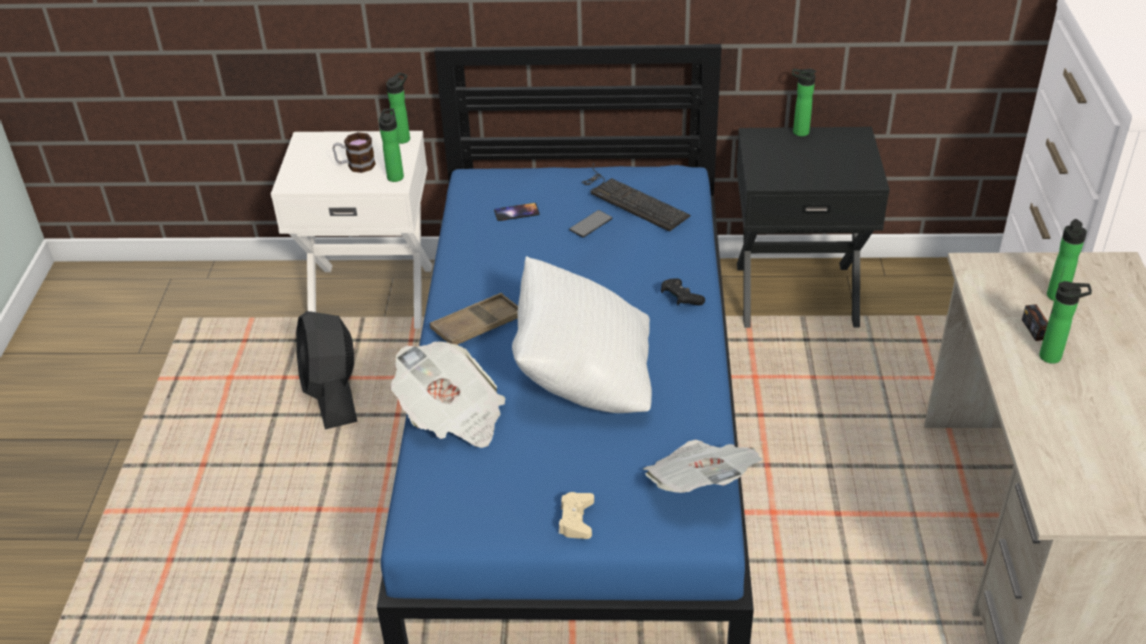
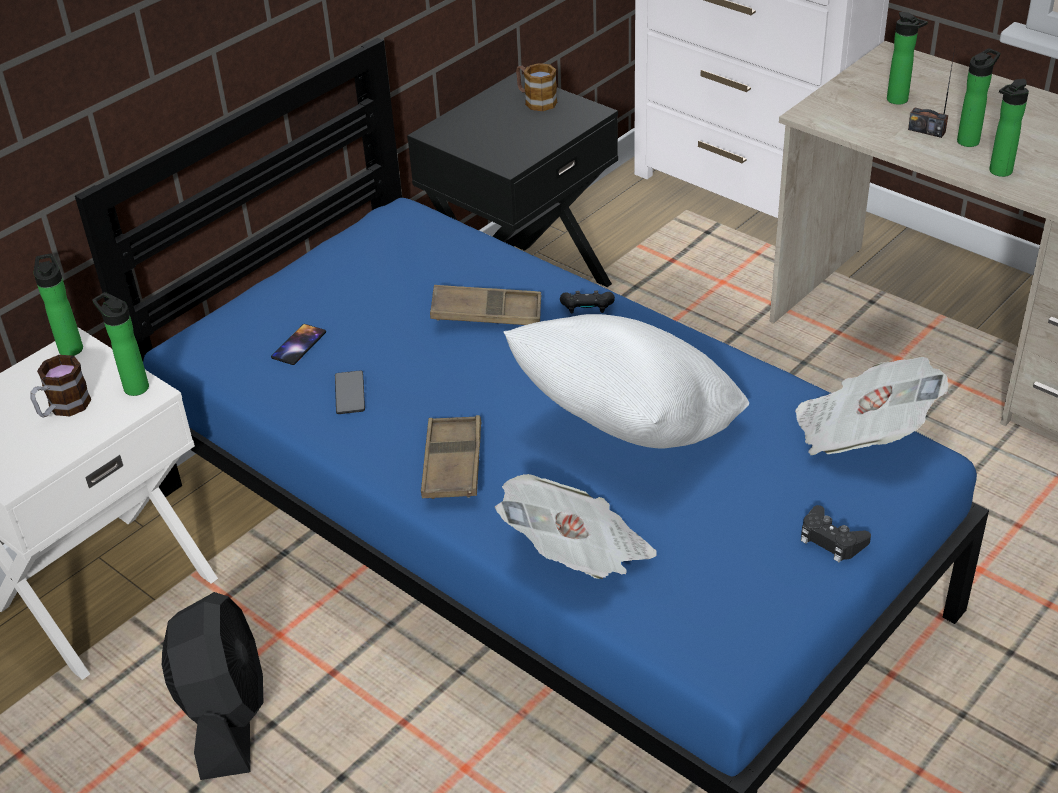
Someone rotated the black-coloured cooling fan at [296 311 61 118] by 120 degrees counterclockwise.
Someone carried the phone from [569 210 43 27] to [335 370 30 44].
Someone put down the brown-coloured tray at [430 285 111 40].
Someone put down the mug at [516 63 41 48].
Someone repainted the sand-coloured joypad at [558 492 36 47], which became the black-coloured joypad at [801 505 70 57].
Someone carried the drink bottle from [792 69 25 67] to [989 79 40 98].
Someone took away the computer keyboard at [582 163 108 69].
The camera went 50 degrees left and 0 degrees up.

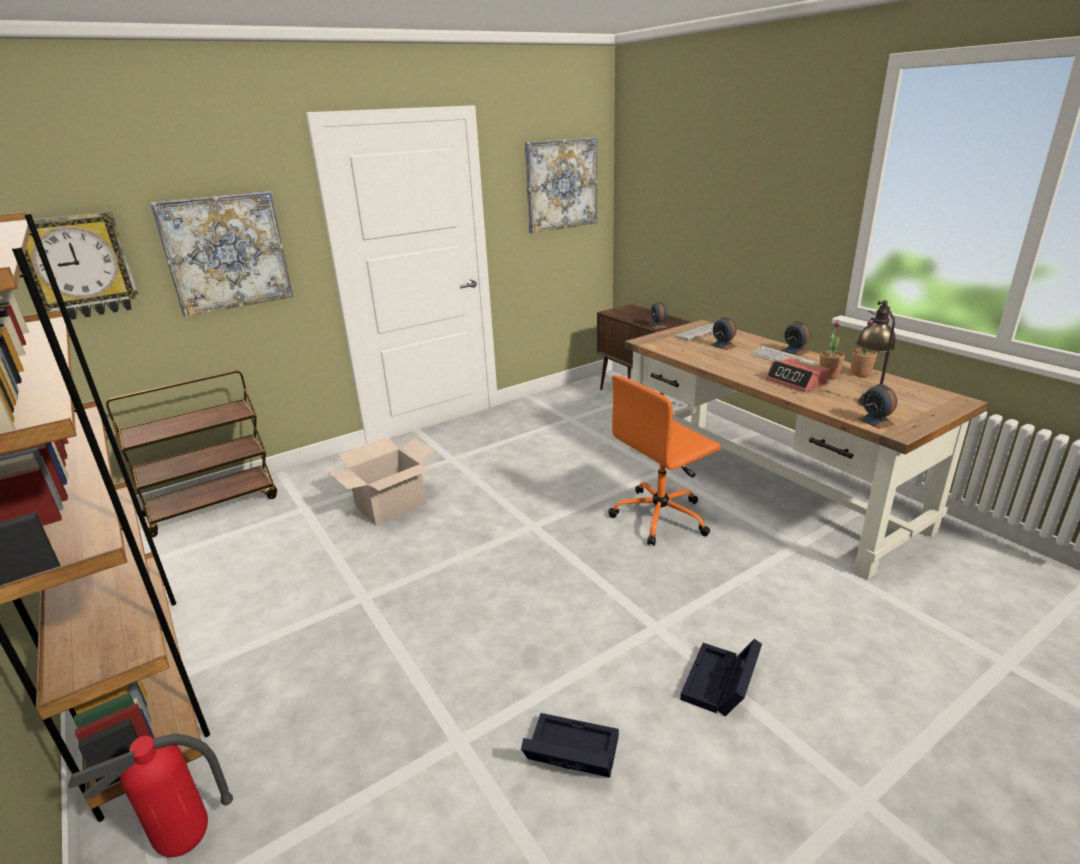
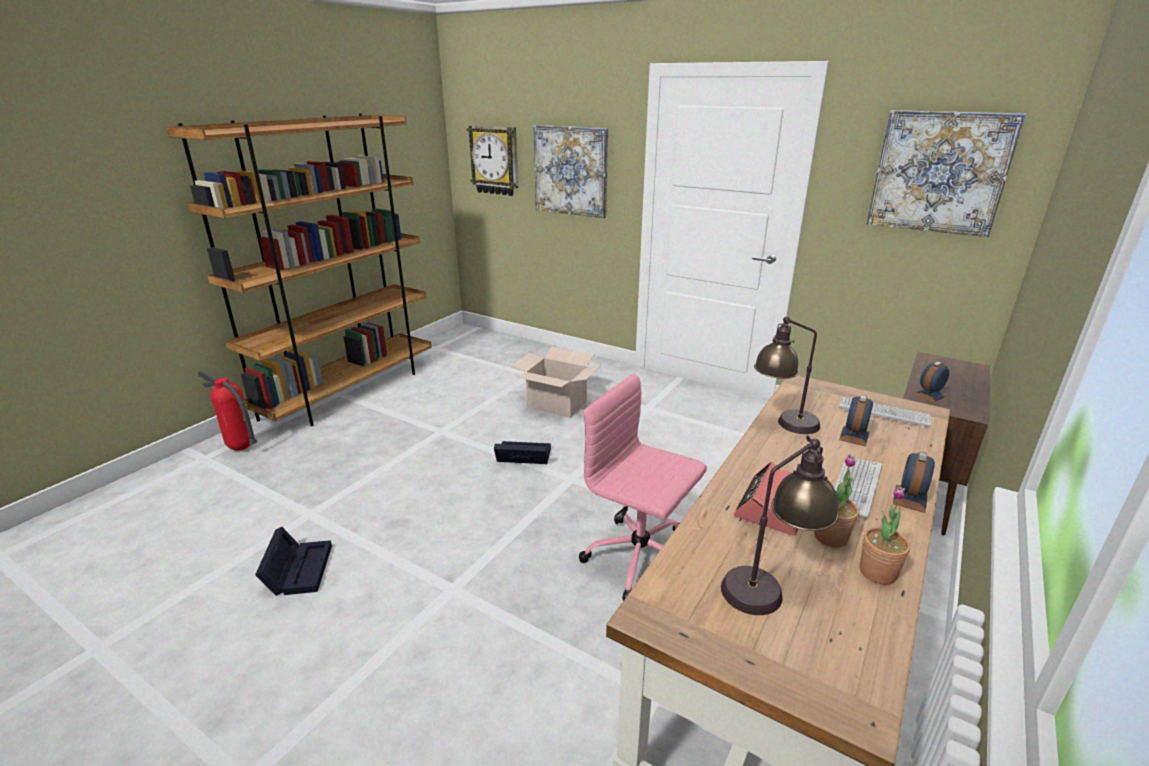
Someone carried the black-coloured storage box from [680 639 82 77] to [494 441 57 23].
Someone repainted the orangey desk chair at [608 375 113 171], which became the pink-coloured desk chair at [579 373 128 228].
Someone put down the table lamp at [754 316 66 118].
Someone took away the brown-coloured trolley at [106 370 171 168].
Someone took away the bedside clock at [857 384 40 45].
The camera went 65 degrees right and 0 degrees up.

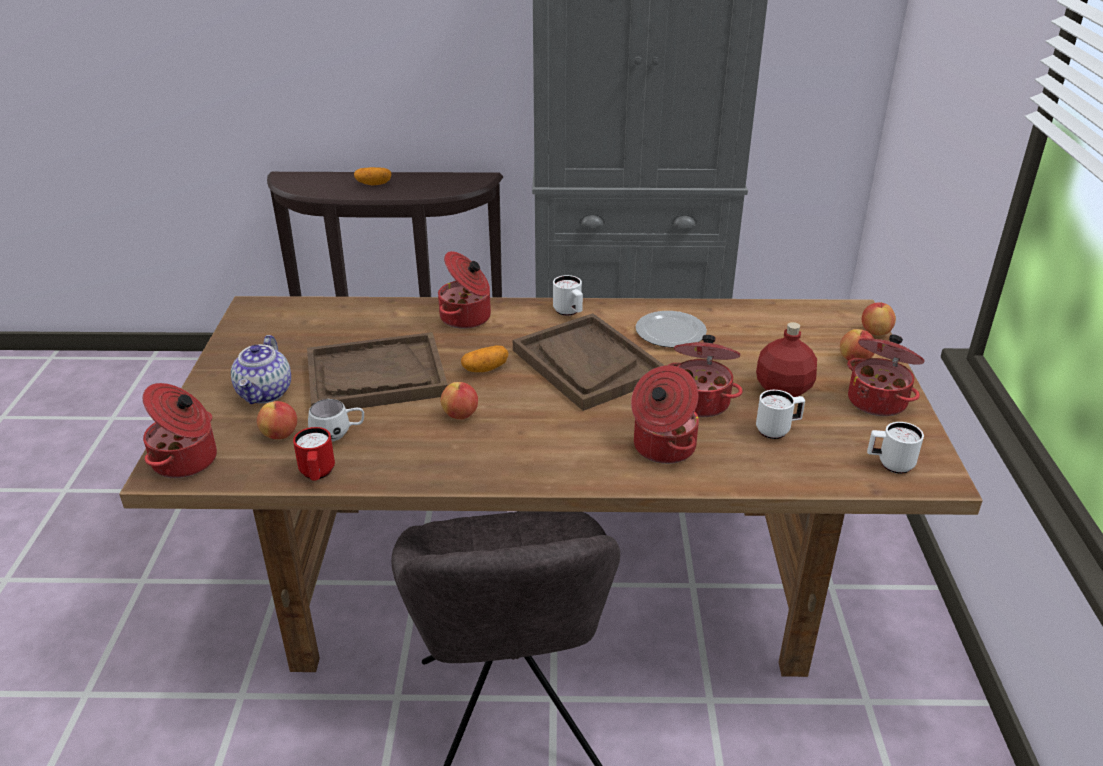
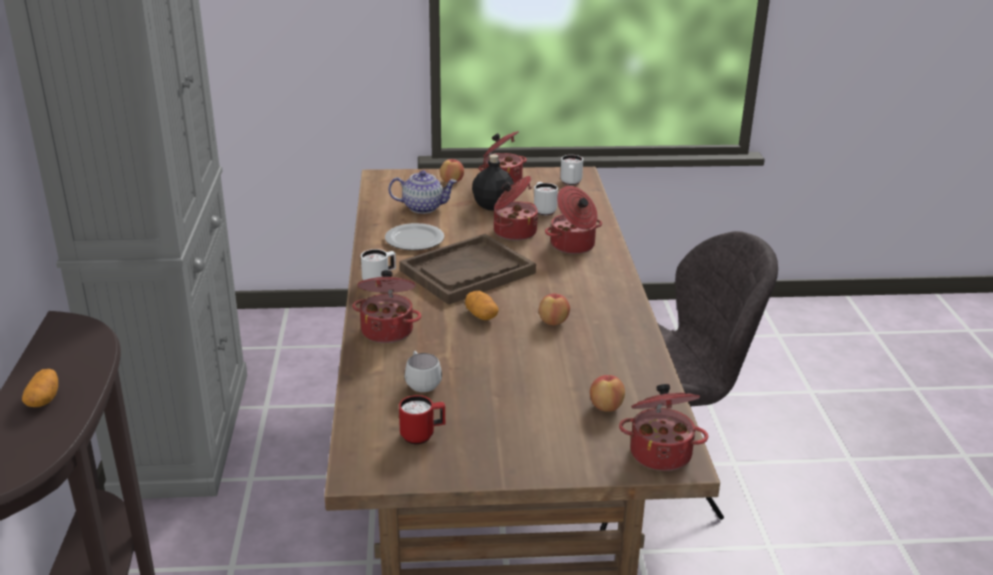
Someone carried the pot for tea from [231 335 60 69] to [388 170 69 44].
Someone carried the red mug from [293 427 42 53] to [399 395 46 49].
Someone carried the white-coloured mug from [308 399 56 43] to [405 351 37 41].
Someone repainted the red drink bottle at [756 322 61 75], which became the black-coloured drink bottle at [472 154 42 57].
Someone took away the brown-coloured tray at [307 332 141 77].
Someone took away the whole apple at [862 302 34 34].
The camera went 95 degrees left and 5 degrees down.

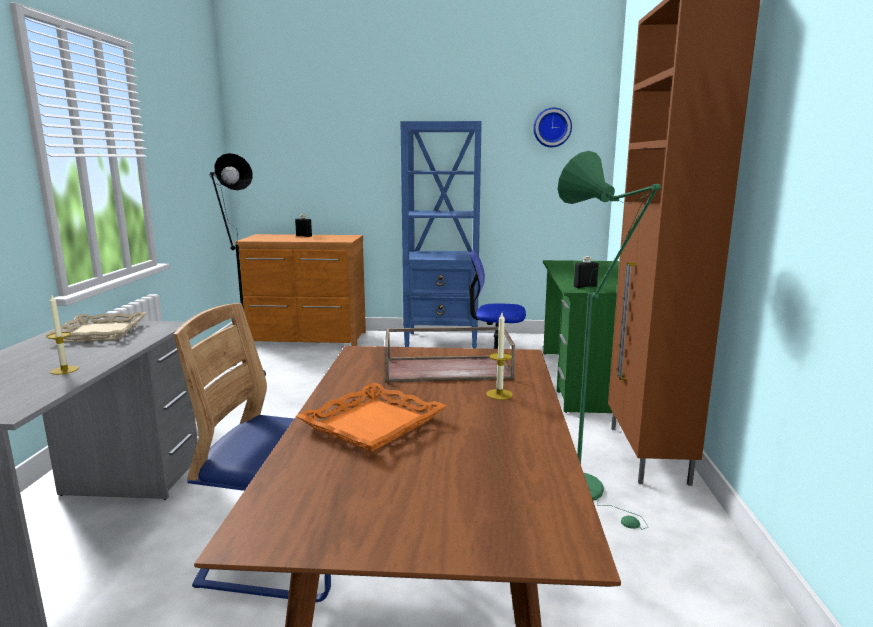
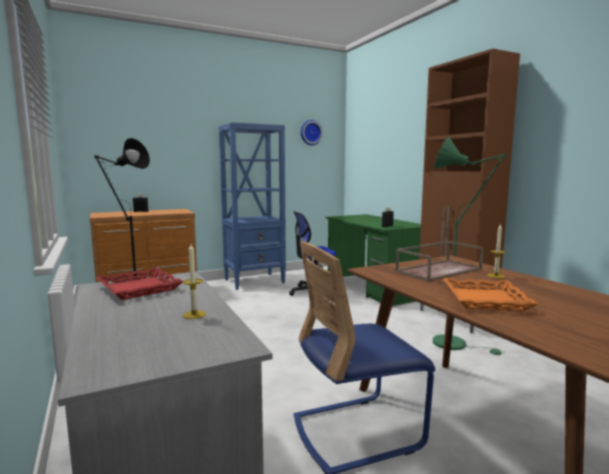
Someone repainted the sand-coloured tray at [45 312 101 30], which became the red tray at [96 267 87 33].
The camera went 30 degrees left and 5 degrees down.

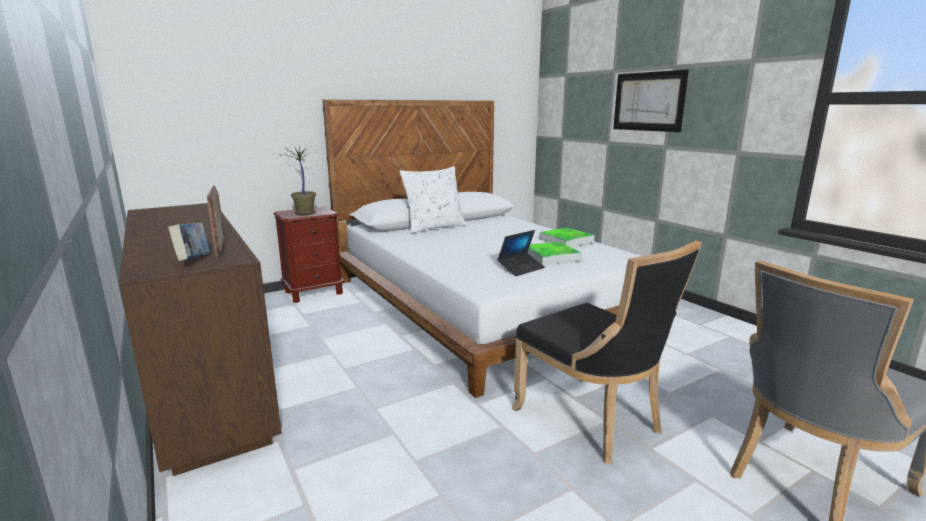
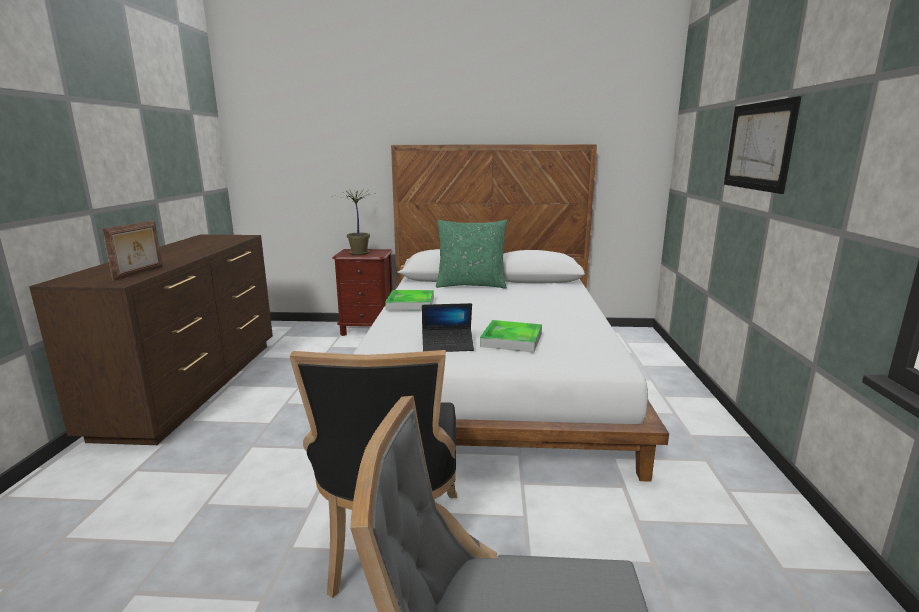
Someone carried the tray from [539 227 56 20] to [385 290 49 21].
Someone repainted the white-coloured pillow at [399 166 67 68], which became the greenish pillow at [436 220 71 69].
Someone took away the book at [168 223 42 38].
The camera went 35 degrees right and 0 degrees up.

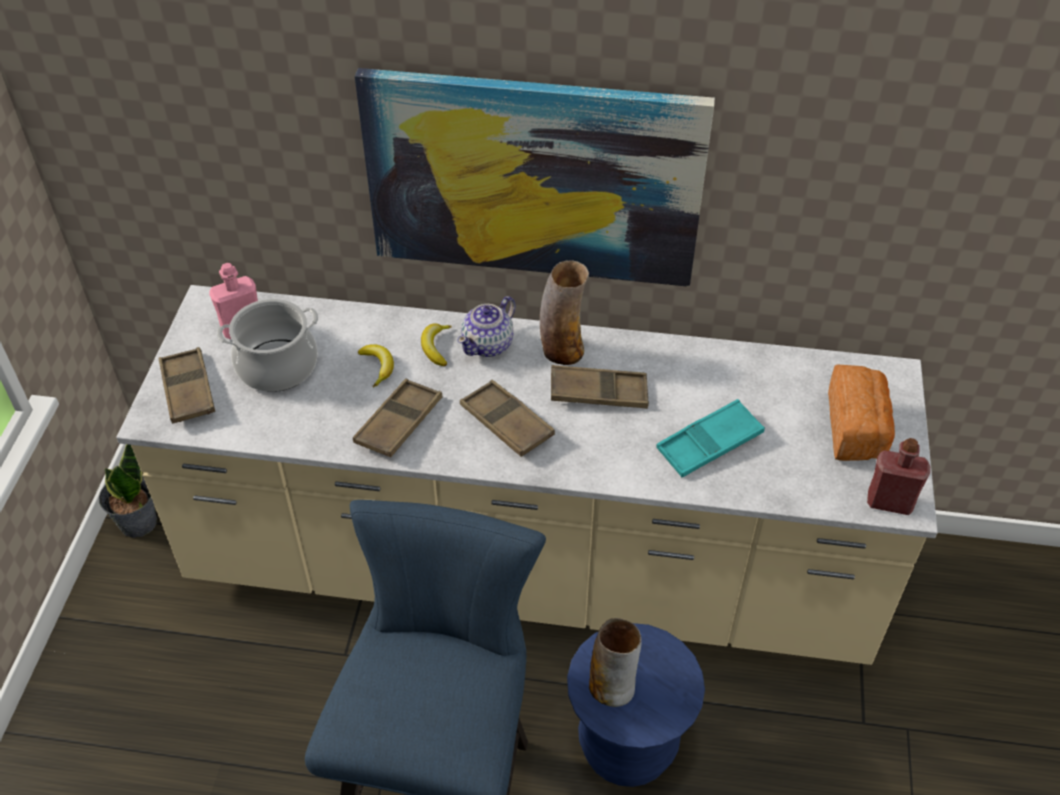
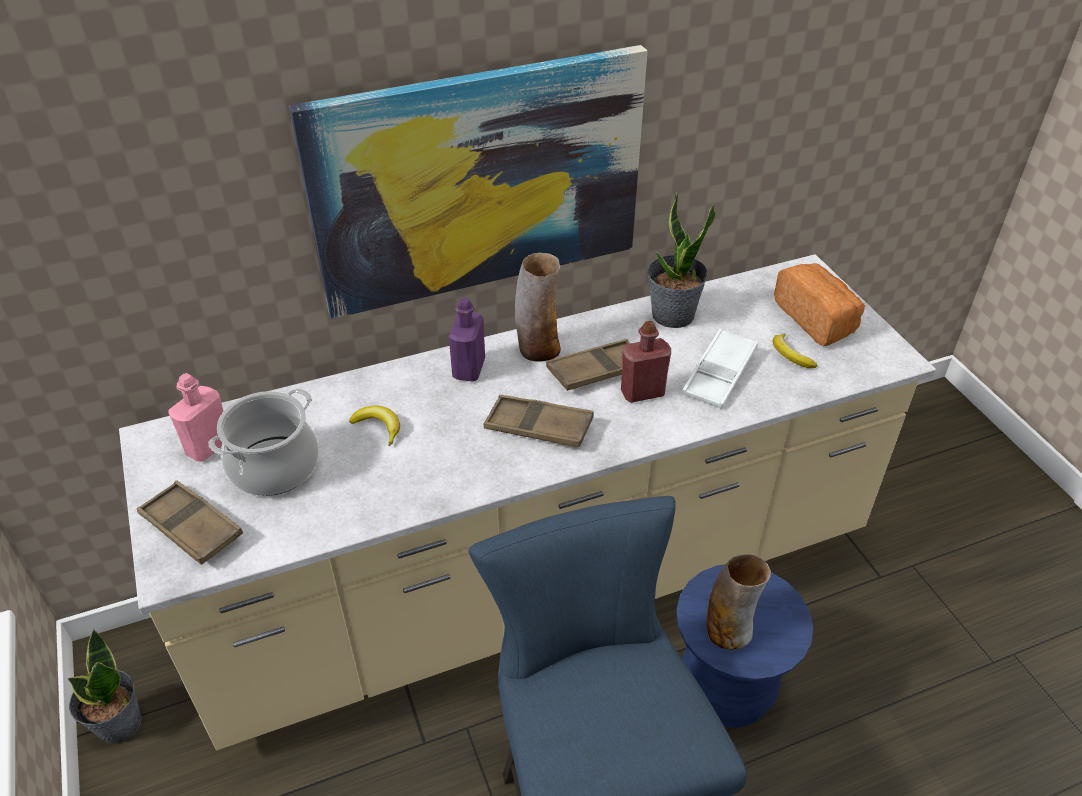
Someone swapped the pot for tea at [457 296 59 61] for the purple-coloured drink bottle at [449 298 36 83].
Someone carried the red drink bottle from [867 438 63 77] to [621 321 50 82].
Someone put down the potted plant at [647 192 69 136].
Someone repainted the turquoise tray at [656 399 109 78], which became the white-coloured tray at [682 328 76 81].
Someone carried the banana fruit from [421 323 31 43] to [773 334 44 34].
Someone took away the brown-coloured tray at [353 379 89 78].
The camera went 30 degrees left and 5 degrees down.

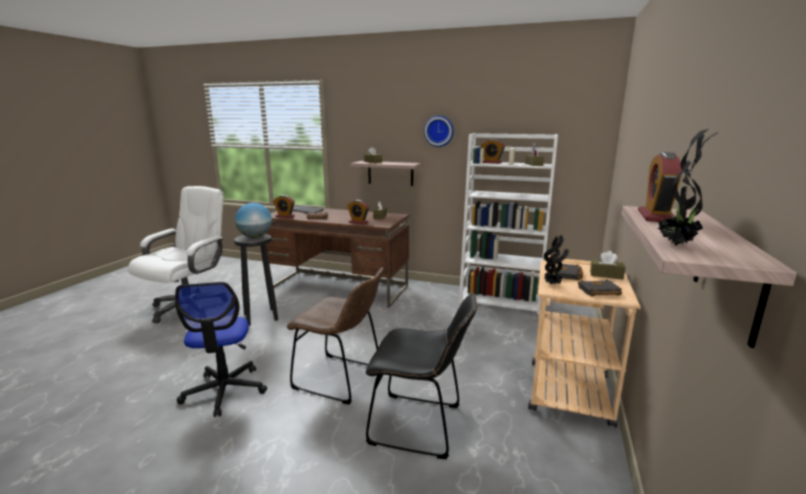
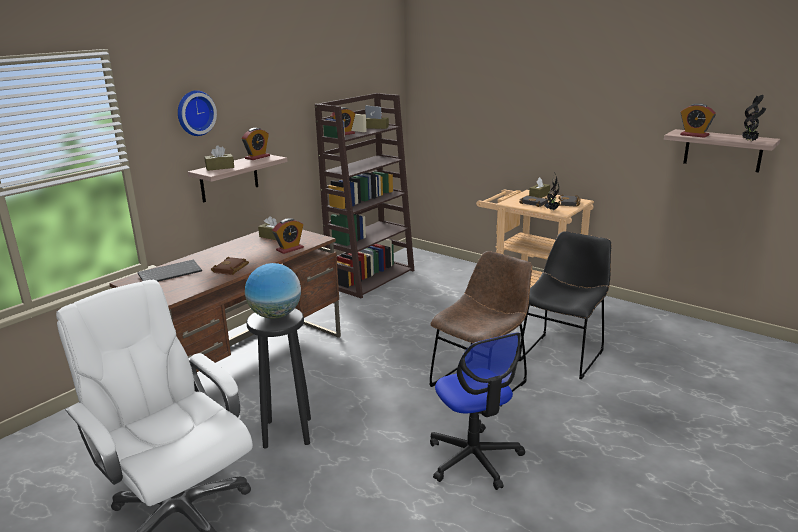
Someone carried the wall clock from [424 115 30 32] to [178 90 39 46].
Someone carried the bedside clock from [273 195 22 23] to [242 128 28 32].
Someone repainted the white-coloured bookcase at [459 133 99 181], which became the brown-coloured bookcase at [315 93 99 206].
Someone rotated the desk chair at [175 282 92 135] by 60 degrees clockwise.
The camera went 70 degrees left and 5 degrees up.

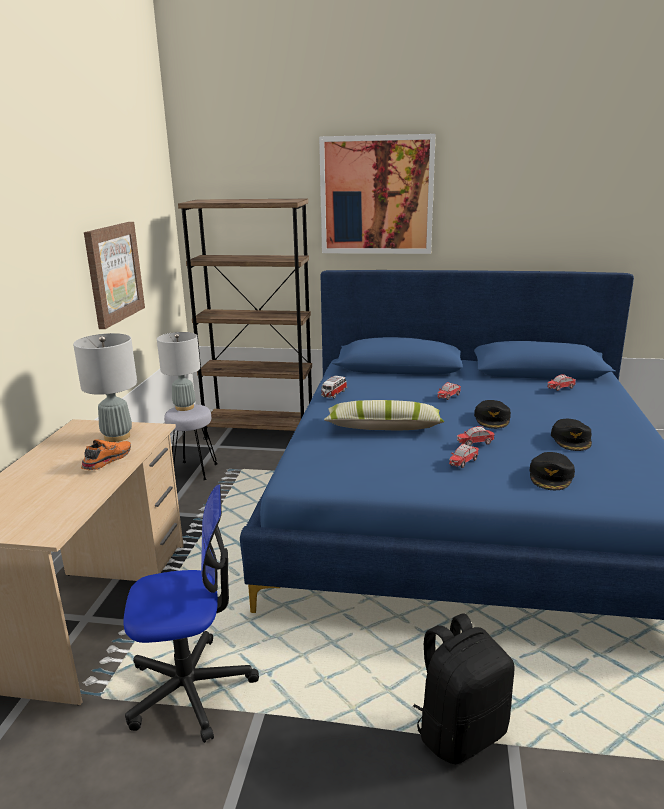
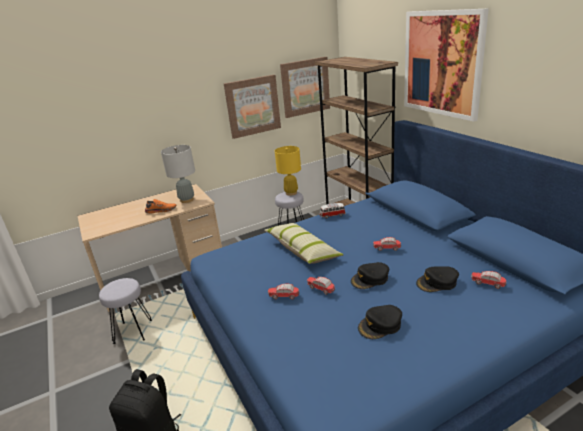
Someone swapped the desk chair at [124 484 135 259] for the gray stool at [99 278 53 66].
Someone repainted the gray table lamp at [157 332 43 79], which became the yellowish table lamp at [275 146 26 50].
Someone put up the wall picture at [280 57 50 61].
Someone carried the black-coloured baseball cap from [530 452 45 38] to [416 266 43 26].
The camera went 55 degrees right and 5 degrees up.

